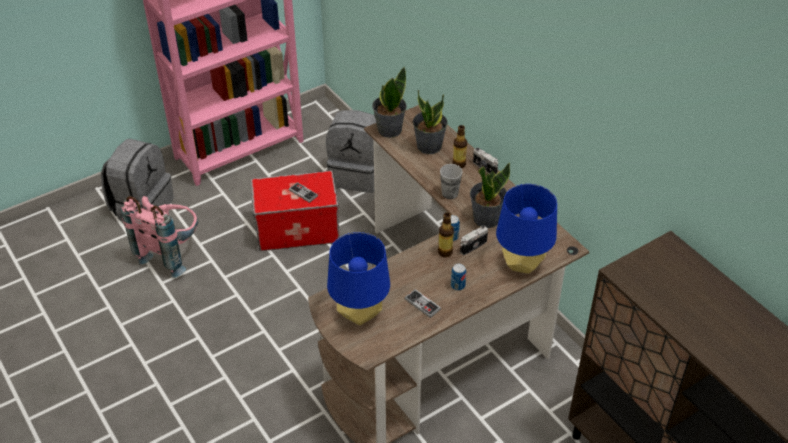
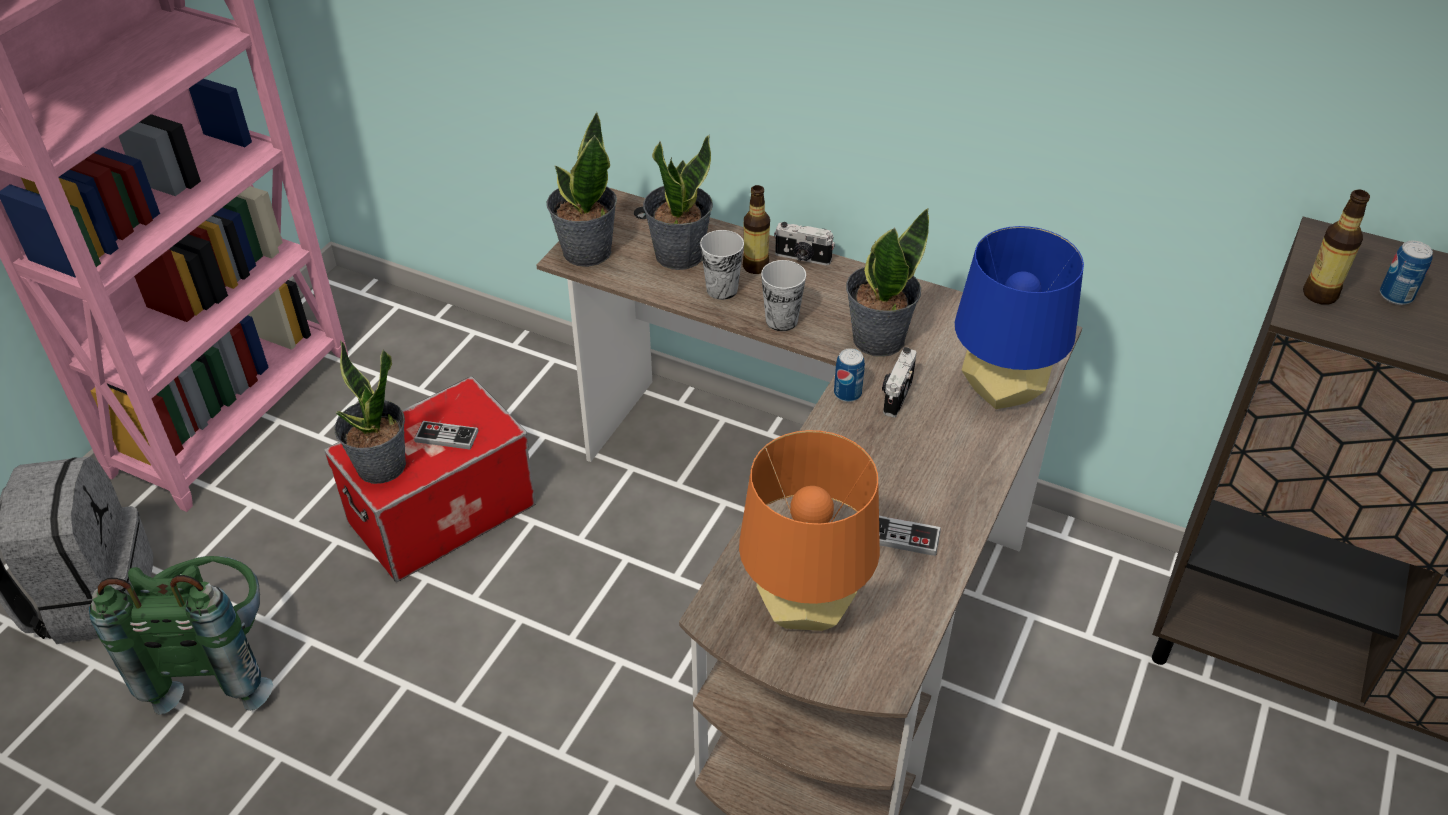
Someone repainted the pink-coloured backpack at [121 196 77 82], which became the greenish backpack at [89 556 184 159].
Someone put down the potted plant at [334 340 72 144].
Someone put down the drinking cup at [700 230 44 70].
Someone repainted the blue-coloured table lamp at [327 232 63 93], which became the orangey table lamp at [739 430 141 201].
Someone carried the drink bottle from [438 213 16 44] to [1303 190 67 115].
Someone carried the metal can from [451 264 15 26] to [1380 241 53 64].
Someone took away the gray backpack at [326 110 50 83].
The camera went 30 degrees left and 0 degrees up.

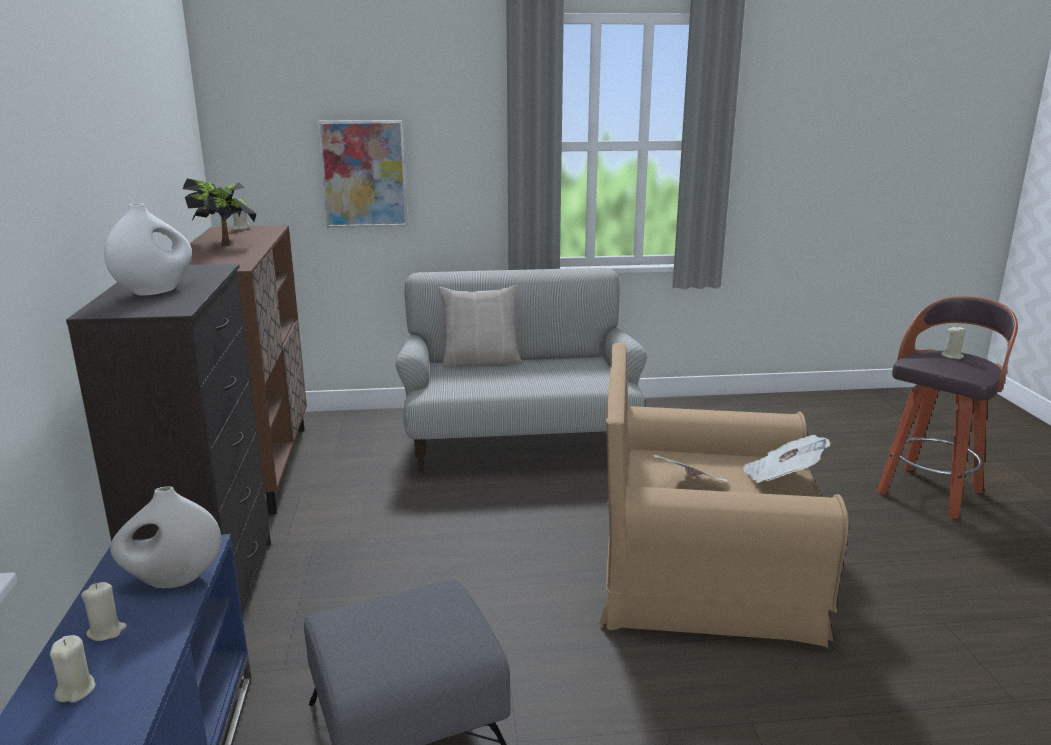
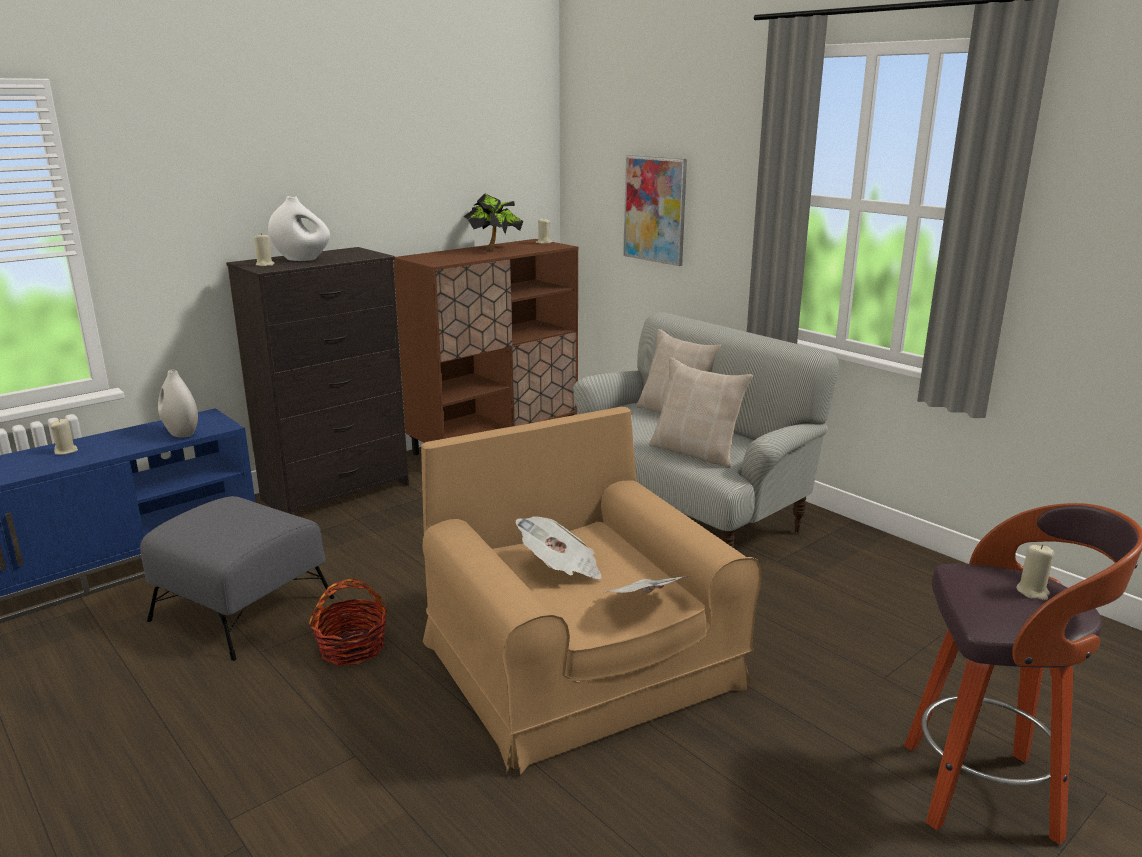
Someone carried the sand-coloured wax light from [81 582 46 59] to [254 233 21 33].
Someone put down the household basket at [309 579 78 86].
Someone put down the sand-coloured pillow at [649 358 104 110].
The camera went 55 degrees right and 0 degrees up.

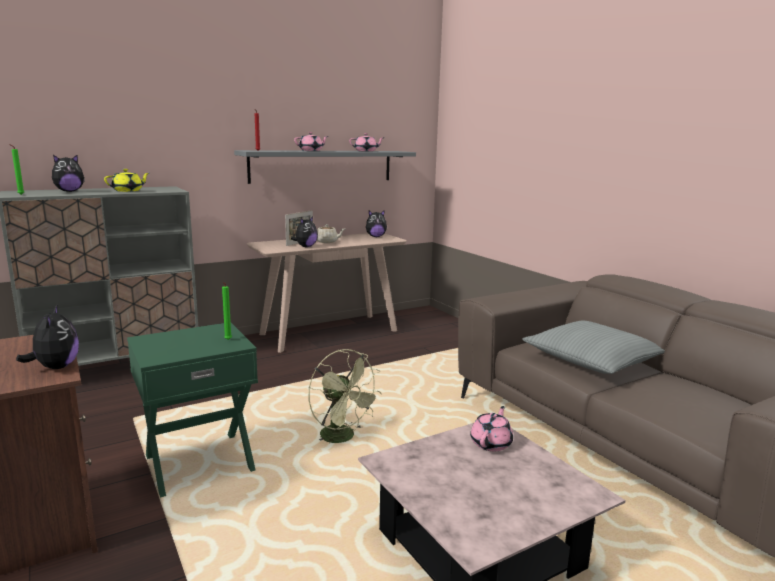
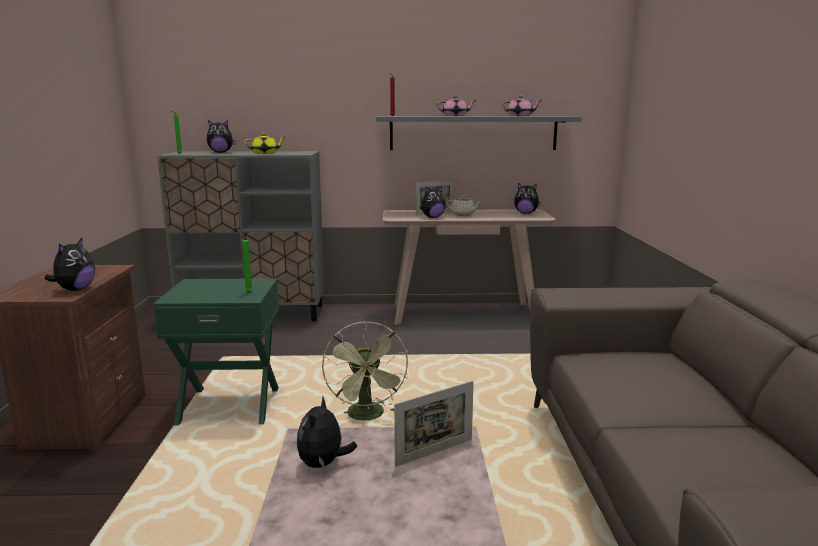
Someone put down the cuddly toy at [297 396 60 72].
Someone swapped the pink-coloured pot for tea at [470 406 43 45] for the picture frame at [394 380 80 87].
Someone took away the gray pillow at [522 320 143 54].
The camera went 30 degrees right and 0 degrees up.

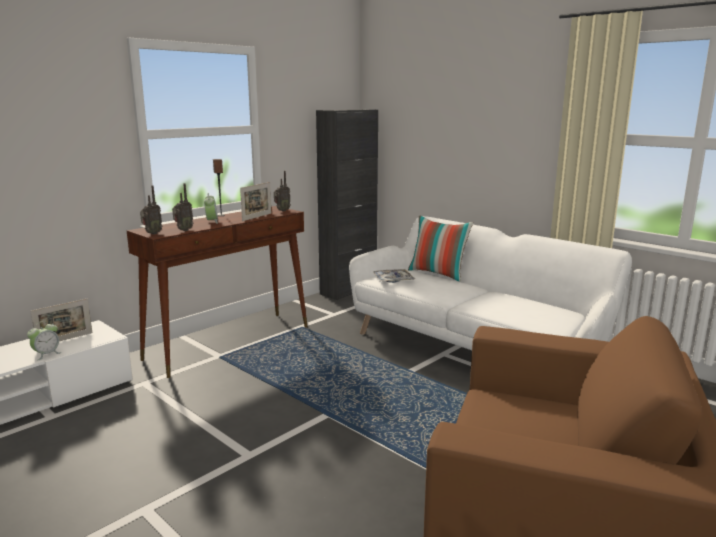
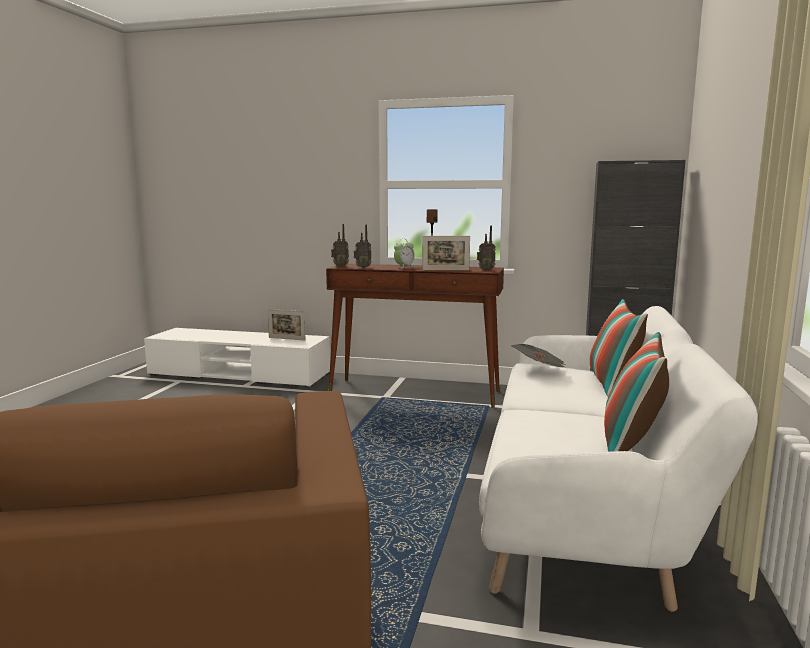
Someone swapped the tray at [373 269 42 14] for the printed paper at [511 344 54 23].
Someone put down the pillow at [604 332 65 120].
Someone took away the bedside clock at [27 321 35 40].
The camera went 60 degrees right and 5 degrees down.

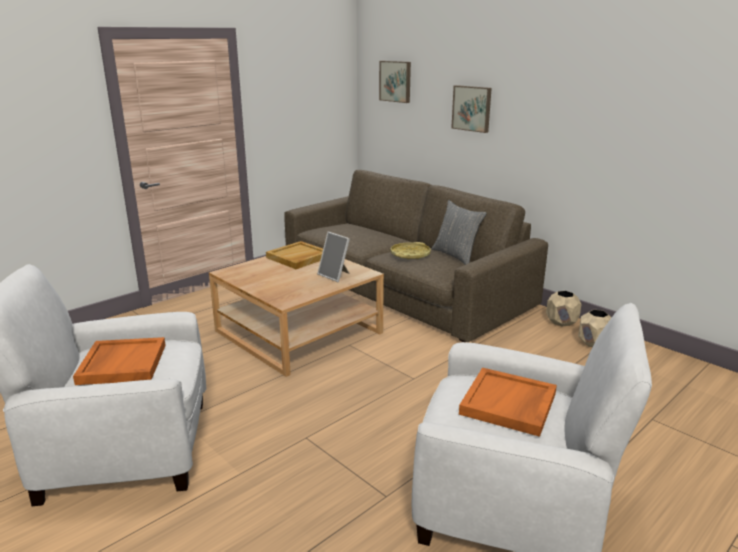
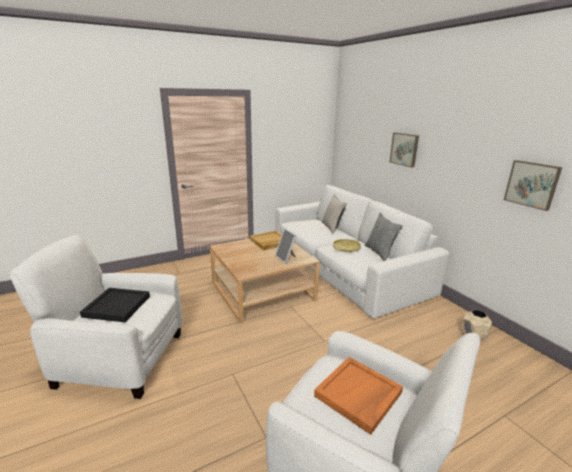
Someone repainted the orangey tray at [73 337 93 48], which became the black-coloured tray at [80 288 70 34].
Someone repainted the brown-coloured sofa at [284 170 264 172], which became the white-coloured sofa at [275 185 174 133].
Someone put down the sand-coloured pillow at [322 194 25 41].
Someone carried the wall picture from [379 61 32 42] to [504 160 58 51].
Someone took away the sand-coloured planter at [546 291 36 35].
The camera went 15 degrees right and 0 degrees up.

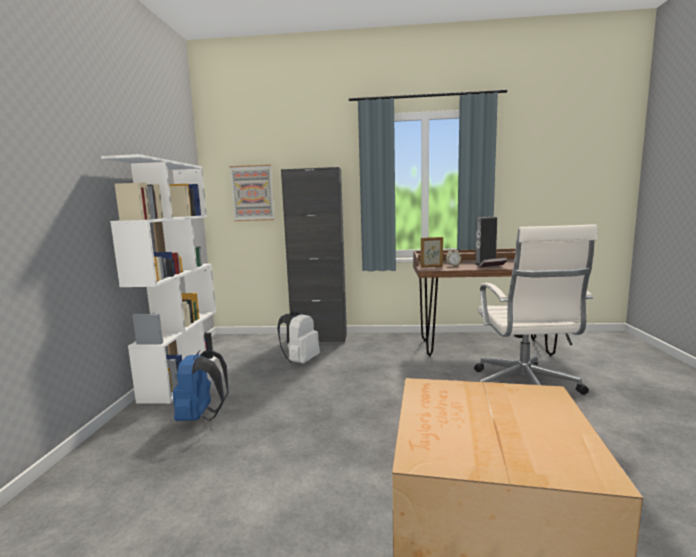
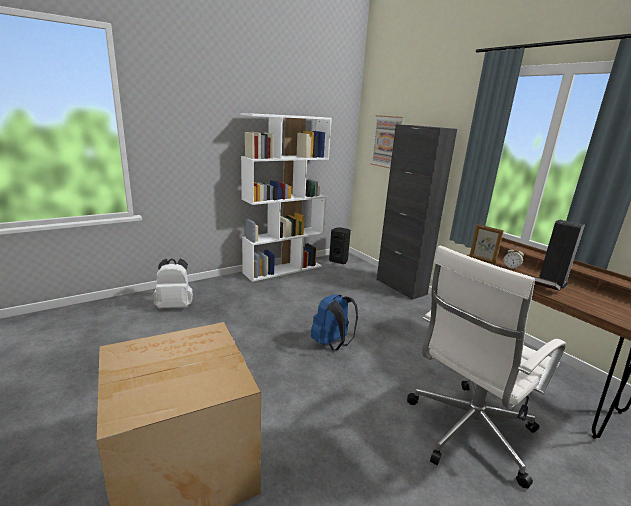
Someone carried the white-coloured backpack from [277 310 43 54] to [153 258 40 50].
Someone carried the blue-coloured backpack from [172 350 56 71] to [310 294 48 56].
Someone put down the black-coloured speaker at [329 228 22 36].
The camera went 50 degrees right and 10 degrees up.

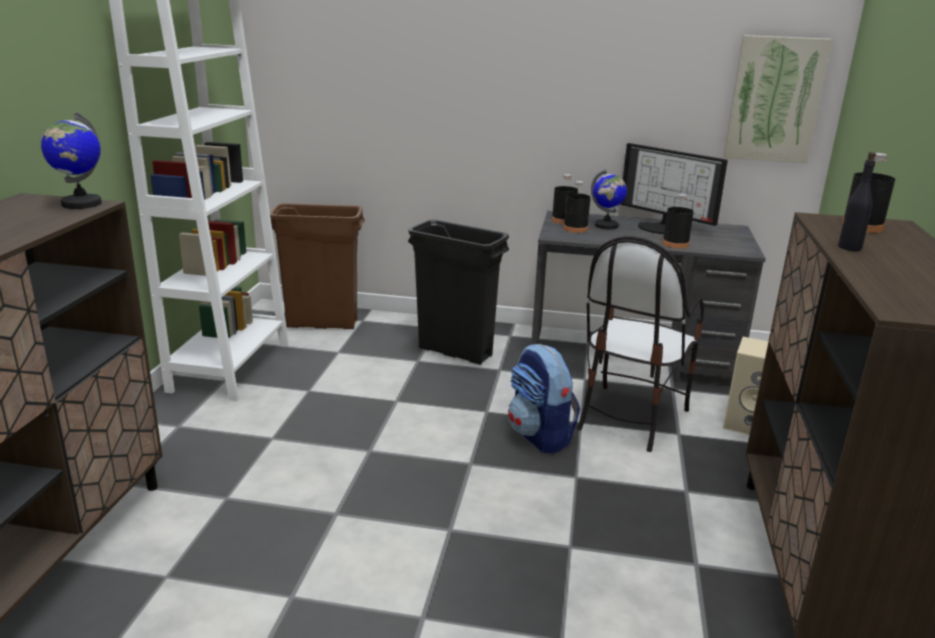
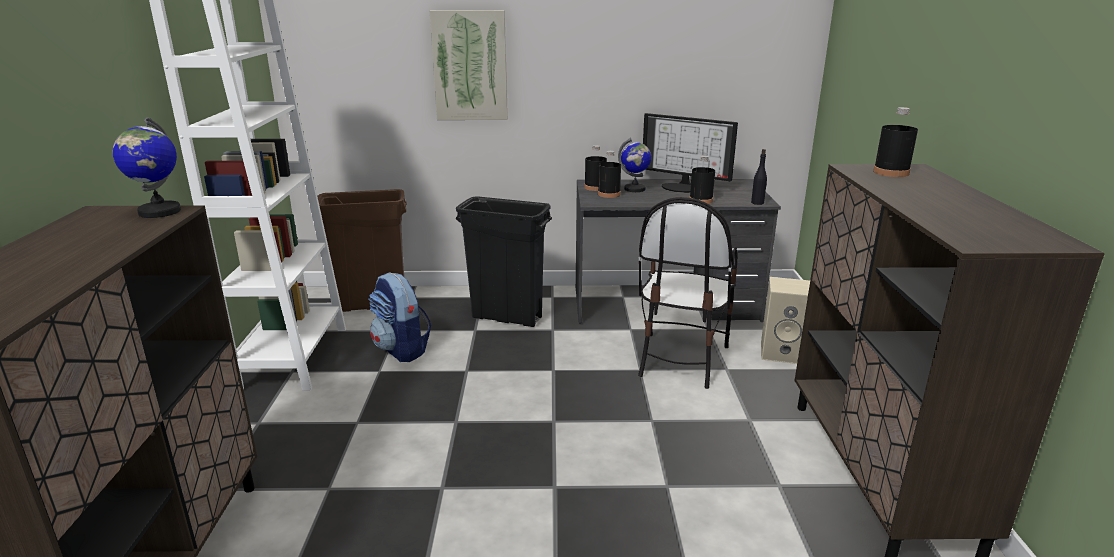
Someone carried the backpack from [508 344 72 110] to [368 272 63 90].
Someone carried the wall picture from [723 35 110 128] to [430 10 78 110].
Someone carried the black-coloured drink bottle from [838 152 38 99] to [751 149 16 56].
The camera went 10 degrees left and 0 degrees up.

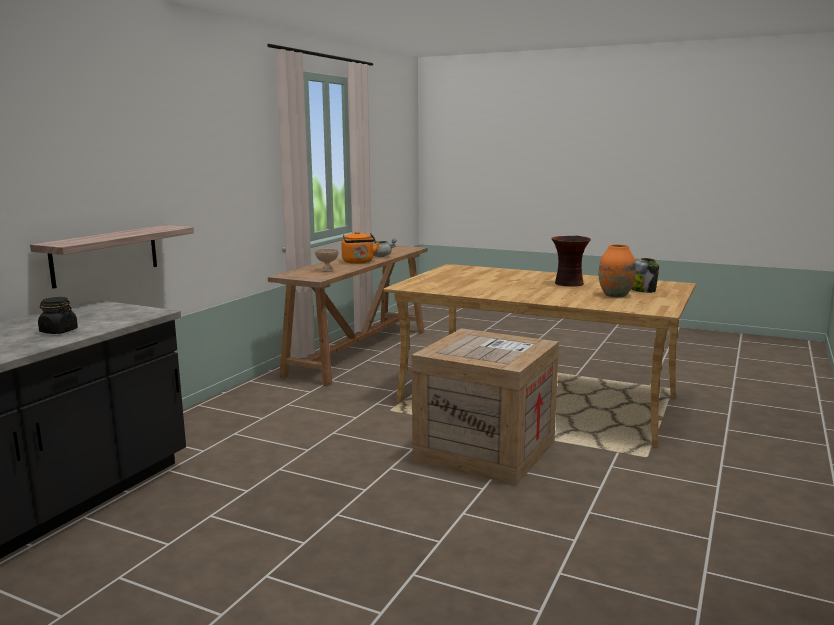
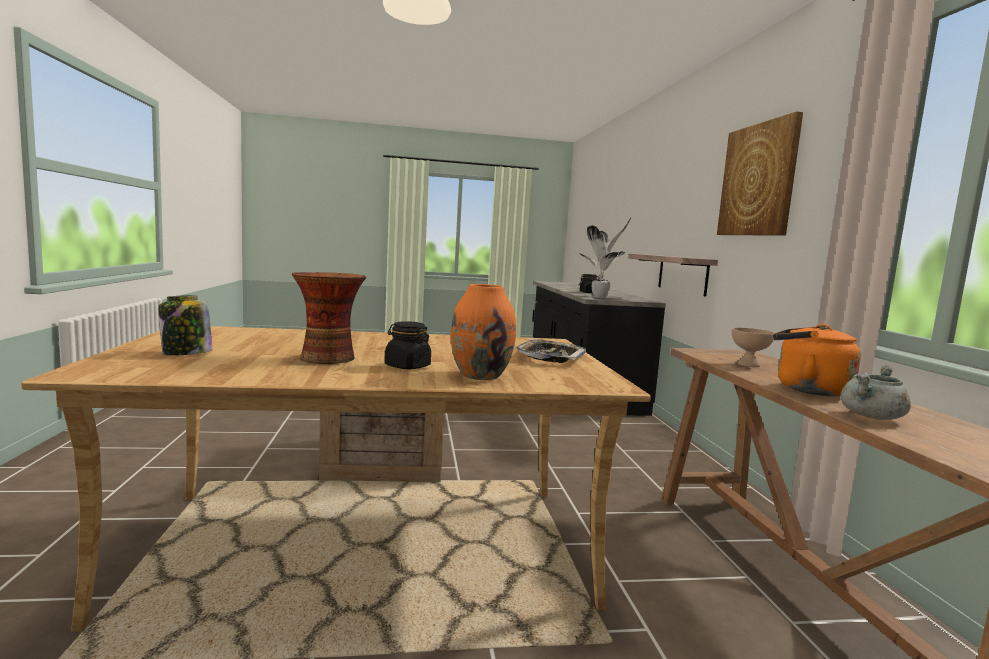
Someone put down the black-coloured jar at [385 321 46 48].
Someone carried the orangey vase from [599 244 37 53] to [451 284 65 96].
Someone put down the tray at [516 339 70 24].
Someone put down the potted plant at [579 218 52 80].
Someone put up the wall picture at [717 111 86 125].
The camera went 145 degrees right and 5 degrees down.

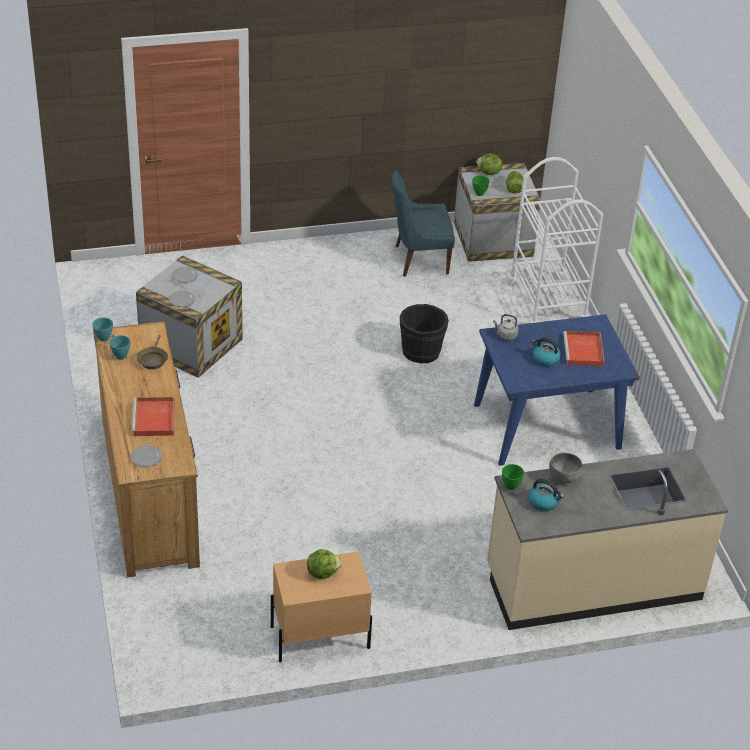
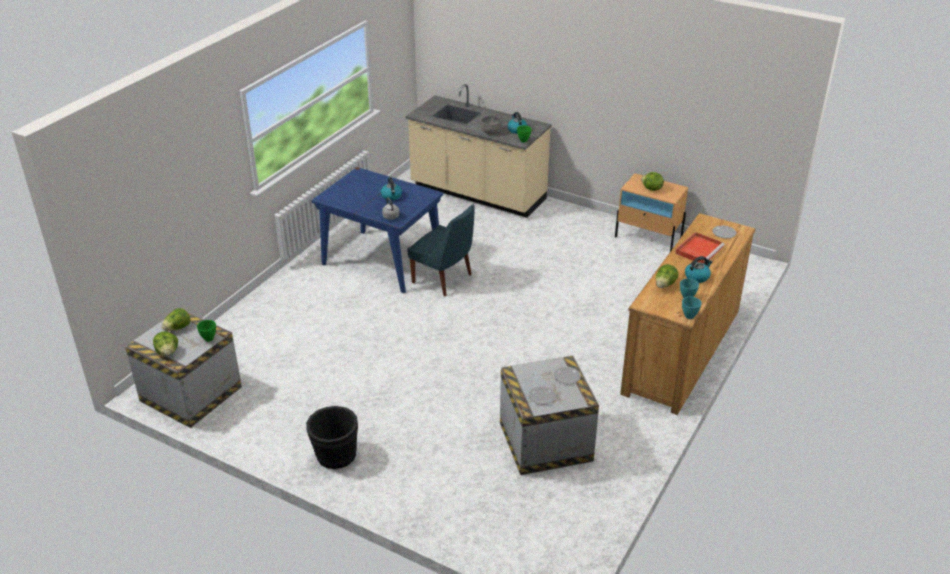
Someone carried the black-coloured bucket from [400 304 49 59] to [306 406 52 63].
Someone carried the blue-coloured chair from [392 170 63 107] to [407 205 68 91].
Someone swapped the brown-coloured skillet at [137 335 31 34] for the lettuce head at [656 264 23 24].
Someone put down the water kettle at [685 256 27 27].
Someone took away the white-coloured trolley at [507 157 96 166].
Someone took away the red tray at [563 331 42 35].
The camera went 135 degrees left and 5 degrees down.

